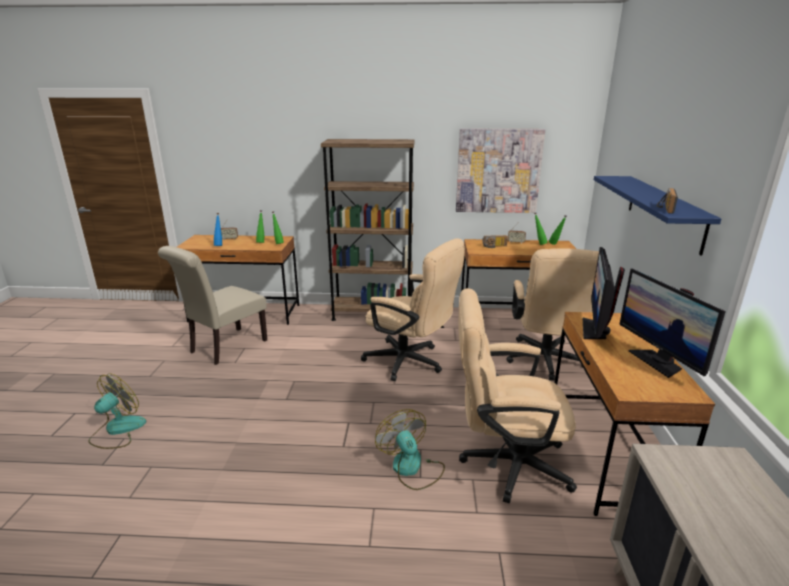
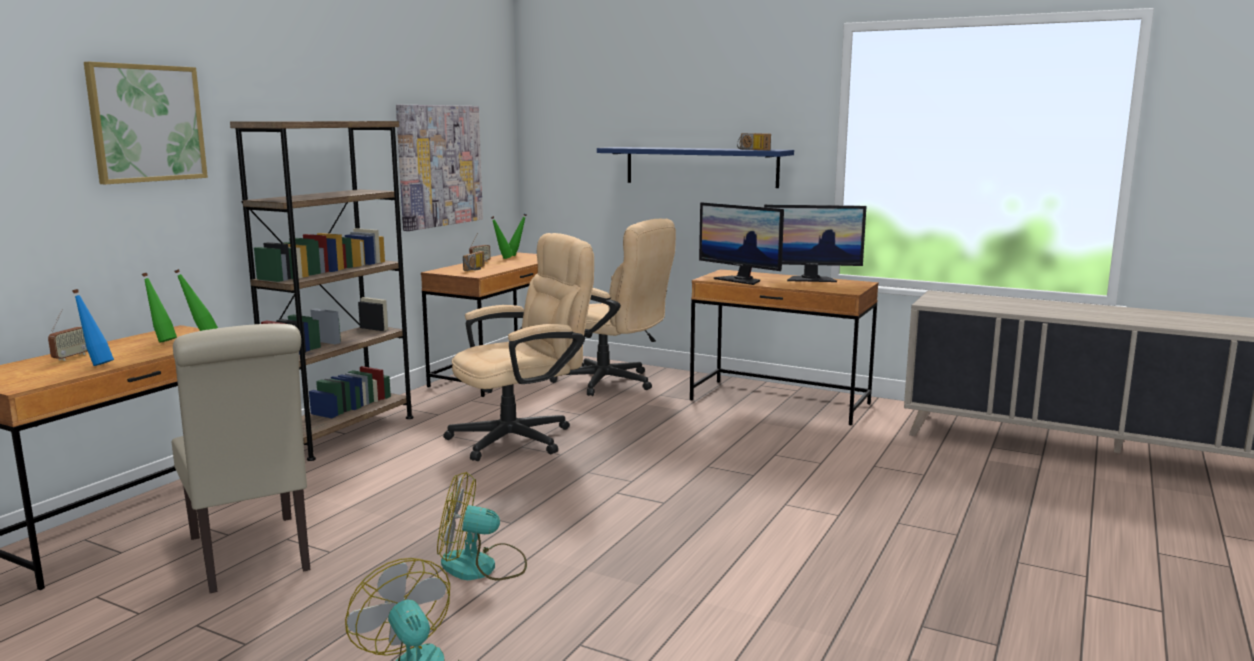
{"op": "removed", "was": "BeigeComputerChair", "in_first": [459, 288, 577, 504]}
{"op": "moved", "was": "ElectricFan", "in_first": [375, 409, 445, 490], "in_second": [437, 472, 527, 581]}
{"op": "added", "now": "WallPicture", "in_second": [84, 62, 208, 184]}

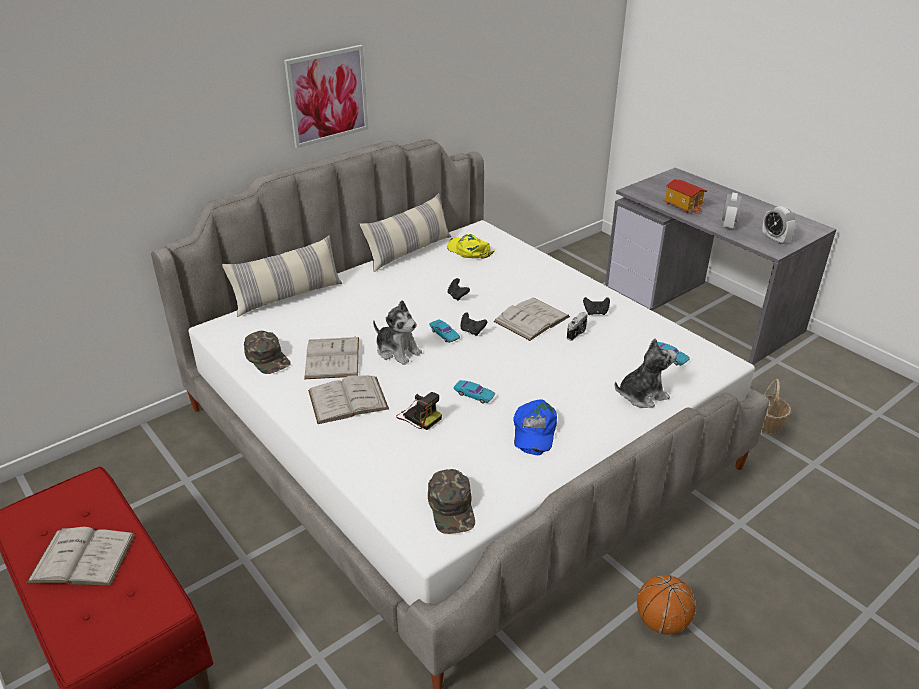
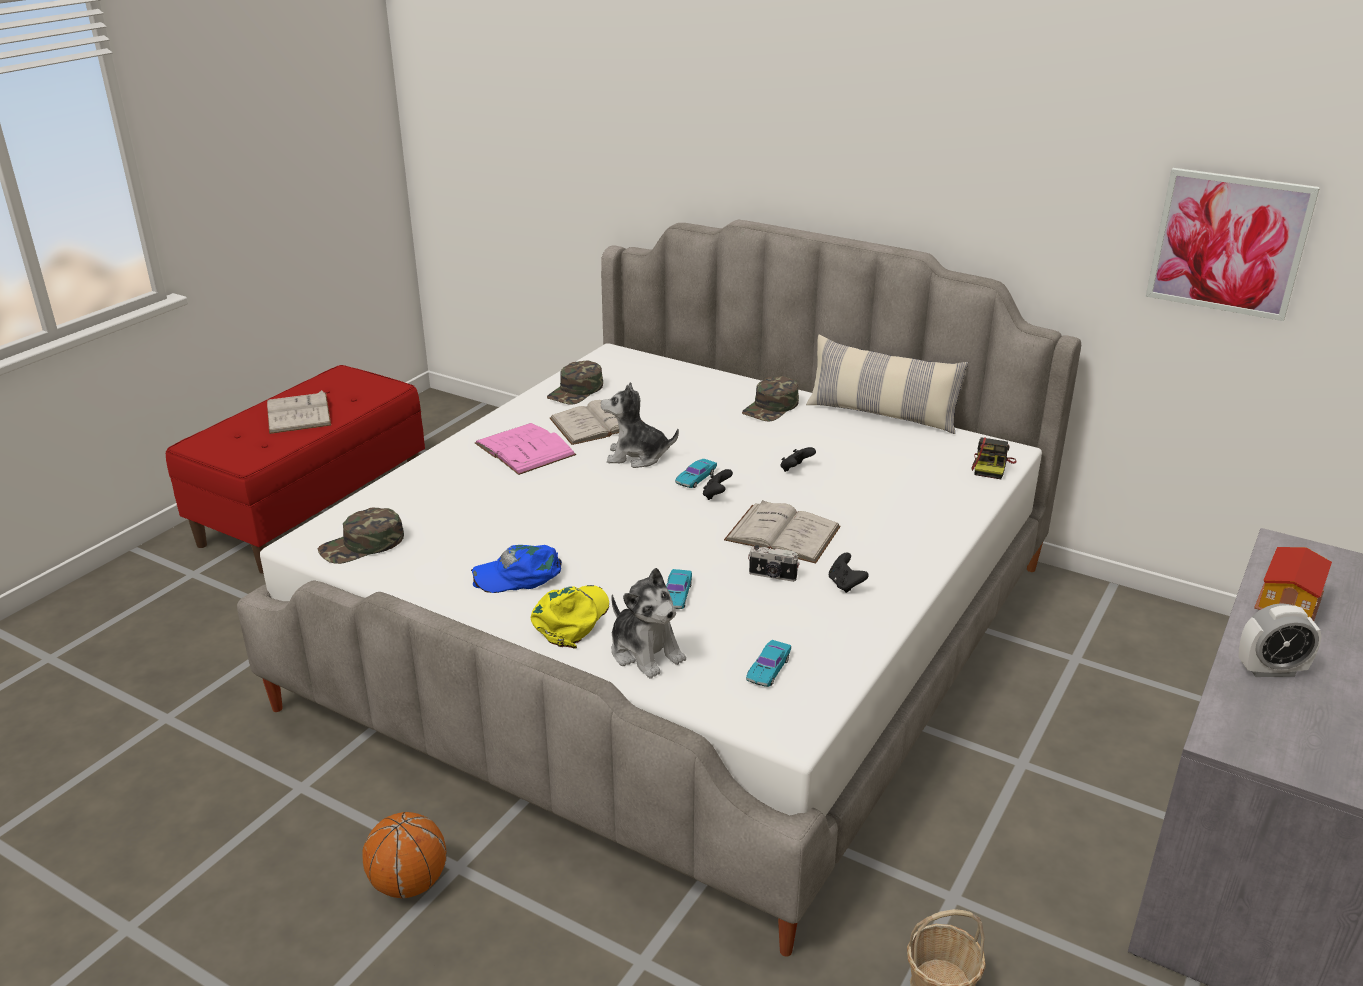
{"op": "moved", "was": "WallPicture", "in_first": [284, 45, 368, 148], "in_second": [1146, 168, 1320, 321]}
{"op": "removed", "was": "TableClock", "in_first": [762, 206, 795, 245]}
{"op": "moved", "was": "YellowColouredPeakedCap", "in_first": [447, 234, 494, 259], "in_second": [531, 585, 609, 649]}
{"op": "removed", "was": "Cushion", "in_first": [222, 235, 342, 317]}
{"op": "turned", "was": "PlushToy", "in_first": [373, 300, 422, 365], "in_second": [601, 382, 679, 468], "clockwise": 75}
{"op": "recoloured", "was": "WhiteVolume", "now": "PinkVolume", "in_first": [308, 375, 389, 424], "in_second": [475, 423, 576, 475]}
{"op": "moved", "was": "TurquoiseColouredMiniatureCar", "in_first": [454, 380, 495, 404], "in_second": [666, 569, 692, 609]}
{"op": "moved", "was": "StillCamera", "in_first": [396, 392, 442, 430], "in_second": [971, 437, 1017, 479]}
{"op": "added", "now": "GreenPeakedCap", "in_second": [742, 376, 799, 421]}

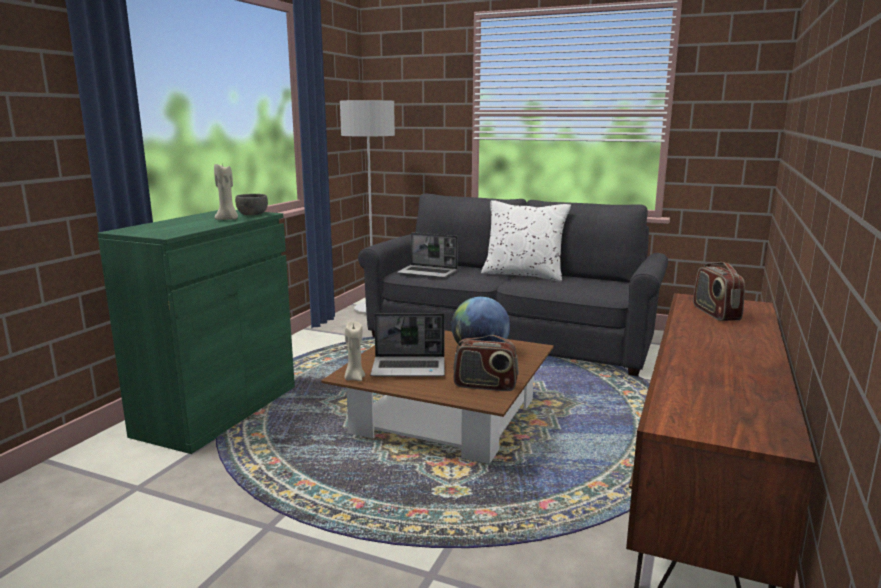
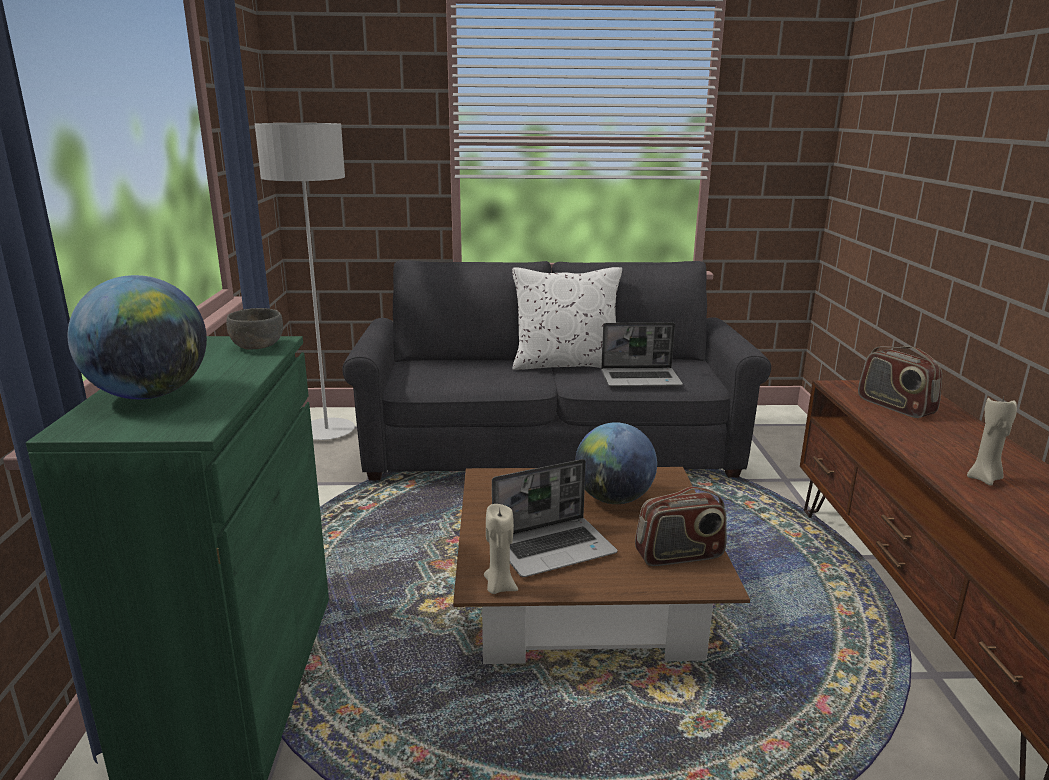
{"op": "moved", "was": "BeigeWaxCandle", "in_first": [214, 162, 238, 220], "in_second": [967, 397, 1017, 486]}
{"op": "moved", "was": "PortableComputer", "in_first": [397, 232, 458, 278], "in_second": [601, 322, 683, 387]}
{"op": "added", "now": "DeskGlobe", "in_second": [68, 275, 207, 399]}

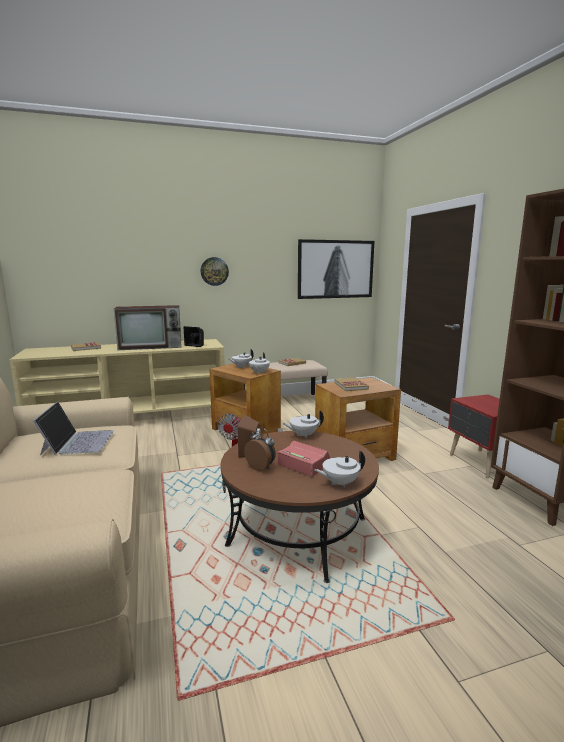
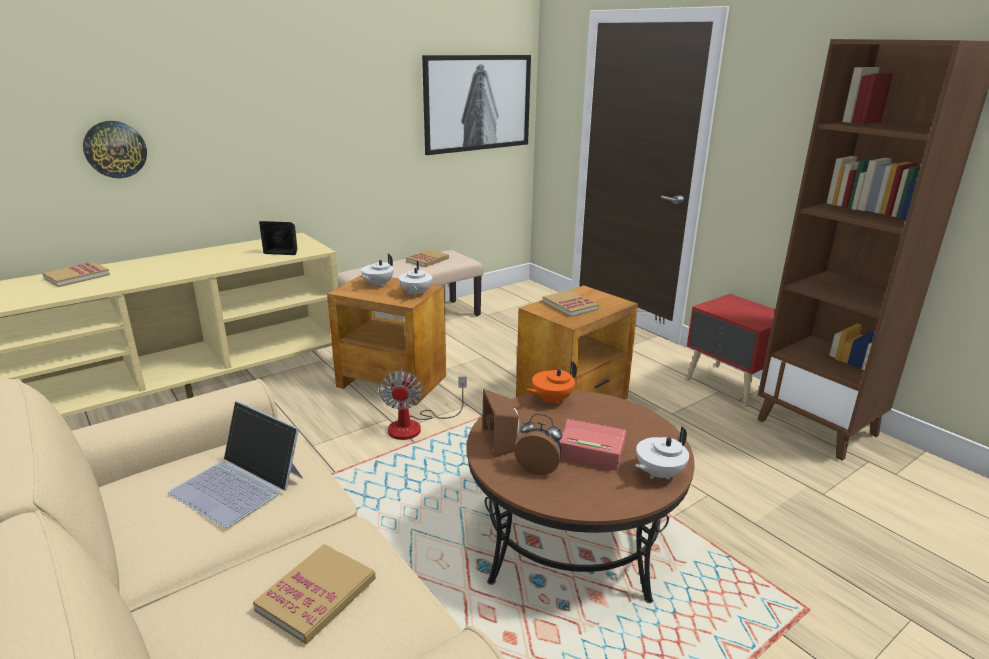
{"op": "moved", "was": "ClockOnTheWall", "in_first": [201, 257, 229, 286], "in_second": [83, 121, 147, 178]}
{"op": "removed", "was": "TvSet", "in_first": [114, 305, 182, 350]}
{"op": "turned", "was": "PortableComputer", "in_first": [33, 401, 114, 455], "in_second": [168, 401, 303, 528], "clockwise": 150}
{"op": "recoloured", "was": "WhiteTeapot", "now": "OrangeColouredTeapot", "in_first": [282, 410, 324, 438], "in_second": [527, 361, 577, 404]}
{"op": "added", "now": "Volume", "in_second": [253, 544, 376, 644]}

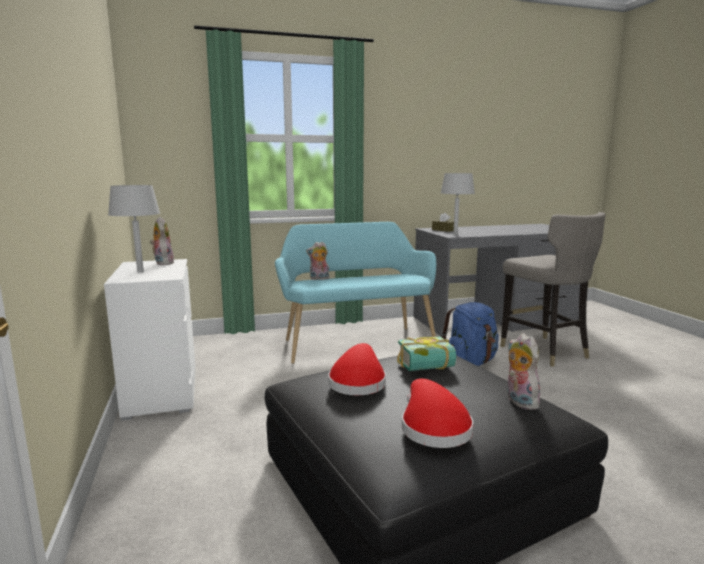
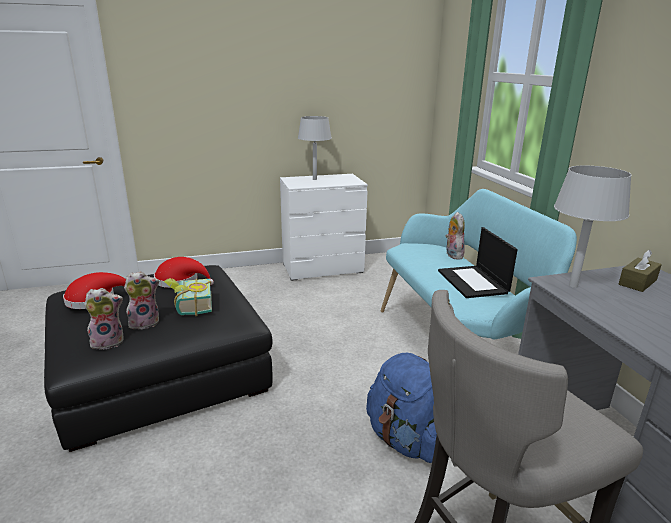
{"op": "moved", "was": "PlushToy", "in_first": [150, 217, 174, 265], "in_second": [124, 271, 159, 330]}
{"op": "added", "now": "PortableComputer", "in_second": [438, 227, 518, 298]}

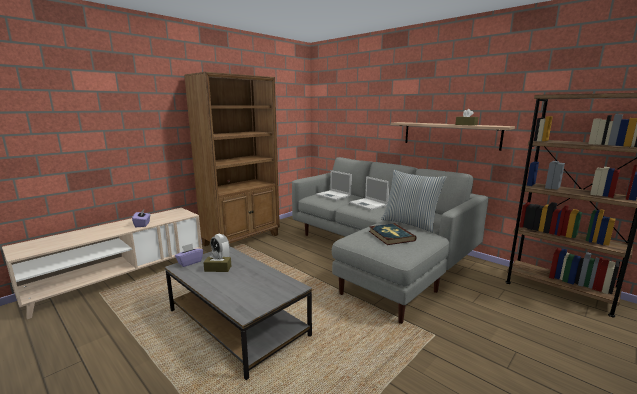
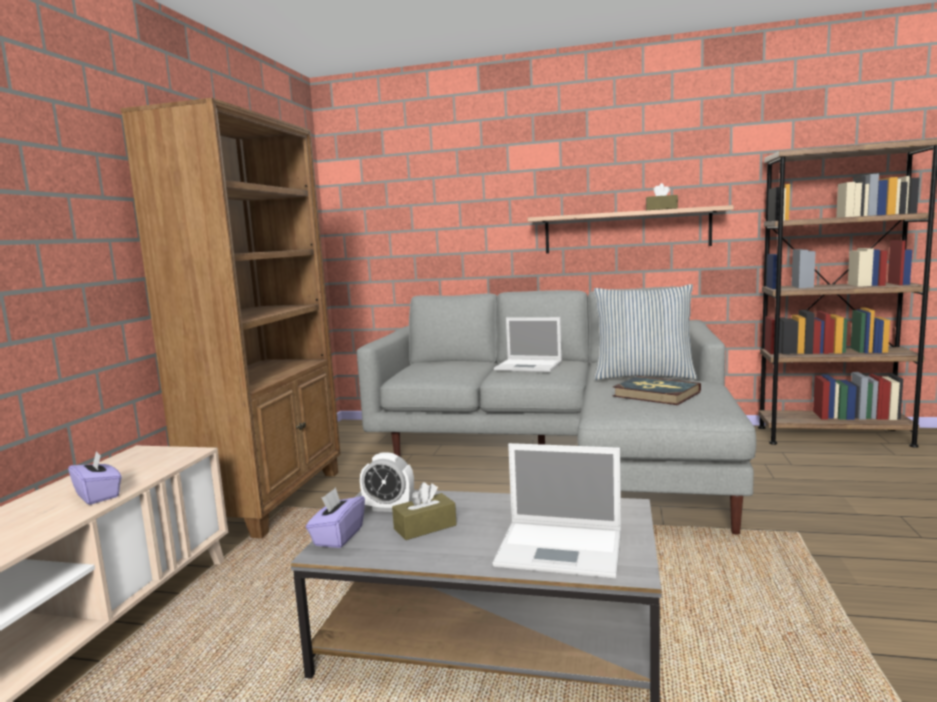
{"op": "moved", "was": "PortableComputer", "in_first": [316, 170, 352, 200], "in_second": [492, 443, 621, 579]}

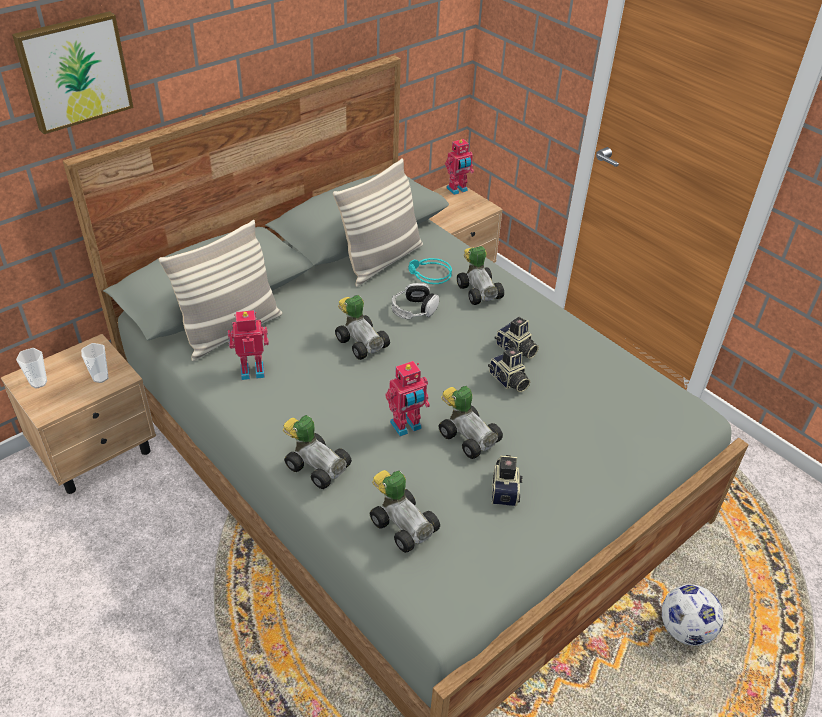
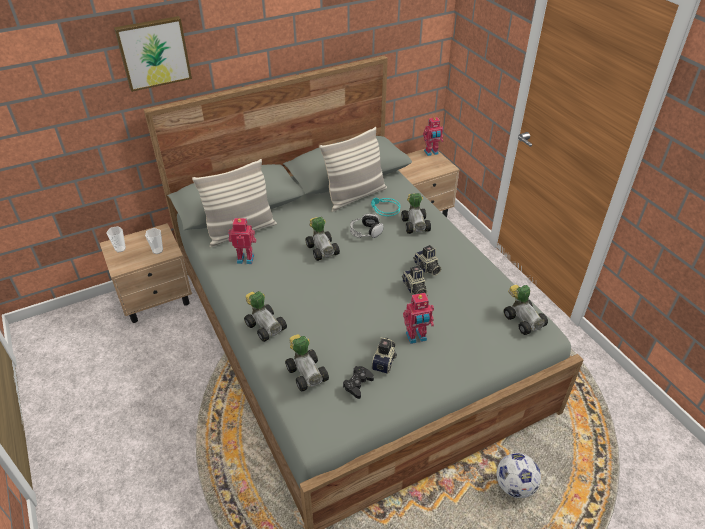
{"op": "moved", "was": "ModelRobot", "in_first": [386, 361, 430, 436], "in_second": [403, 293, 434, 344]}
{"op": "moved", "was": "MiniatureCar", "in_first": [439, 386, 503, 459], "in_second": [504, 285, 548, 335]}
{"op": "added", "now": "BlackJoypad", "in_second": [343, 366, 374, 399]}

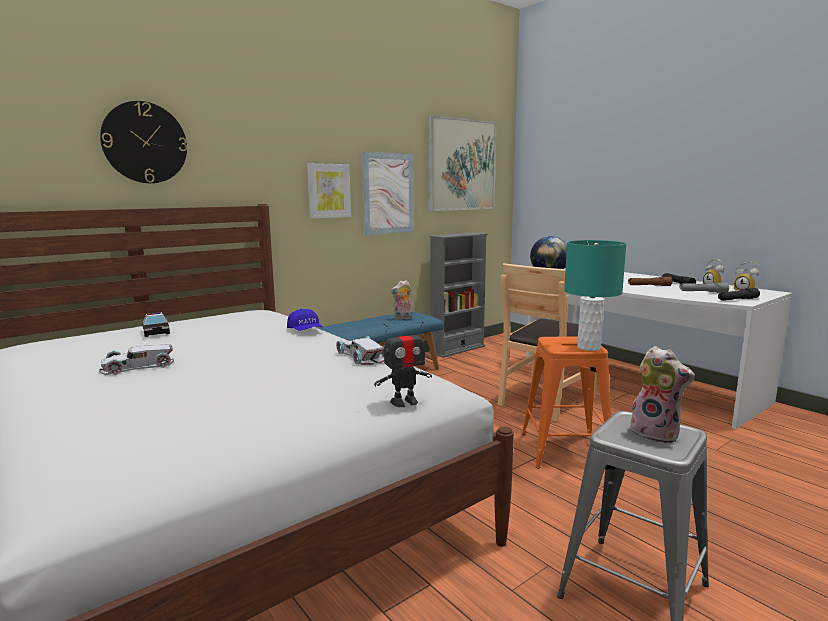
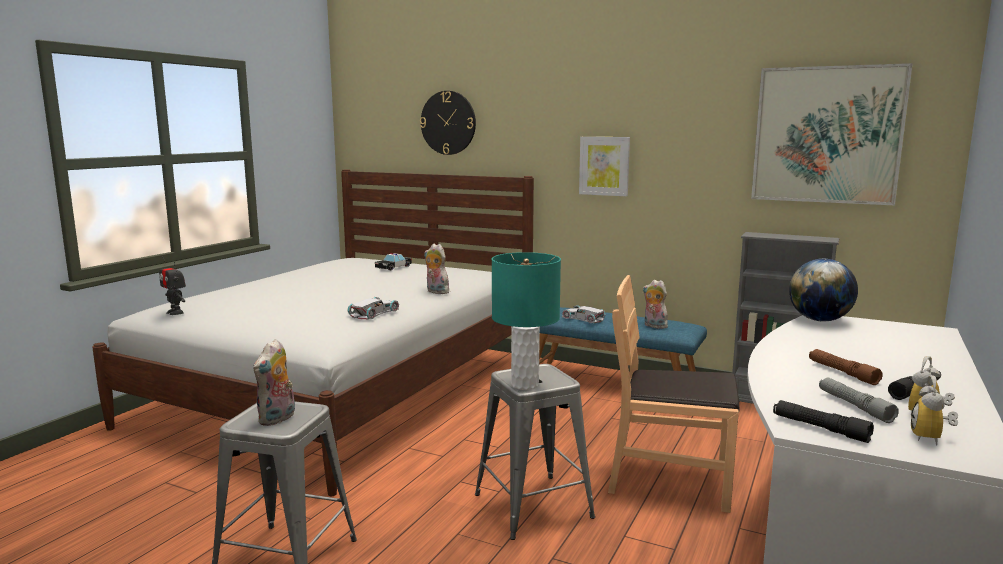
{"op": "removed", "was": "WallPicture", "in_first": [362, 152, 414, 235]}
{"op": "replaced", "was": "BlueColouredPeakedCap", "now": "PlushToy", "in_first": [287, 309, 323, 331], "in_second": [424, 244, 449, 294]}
{"op": "moved", "was": "ModelRobot", "in_first": [374, 321, 432, 407], "in_second": [159, 257, 186, 315]}
{"op": "recoloured", "was": "OrangeColouredStoolSeat", "now": "GreyishStoolSeat", "in_first": [522, 337, 611, 469], "in_second": [475, 364, 595, 540]}
{"op": "moved", "was": "WhiteMiniatureCar", "in_first": [99, 344, 174, 375], "in_second": [562, 305, 606, 323]}

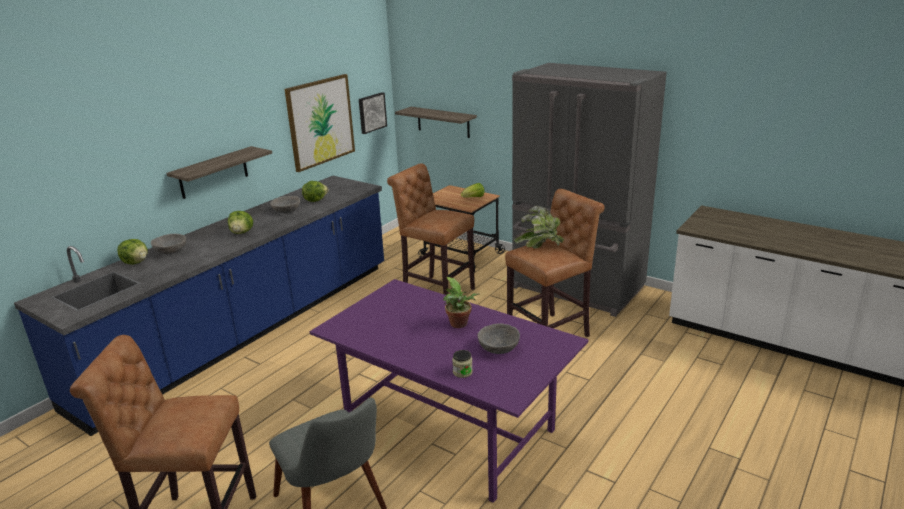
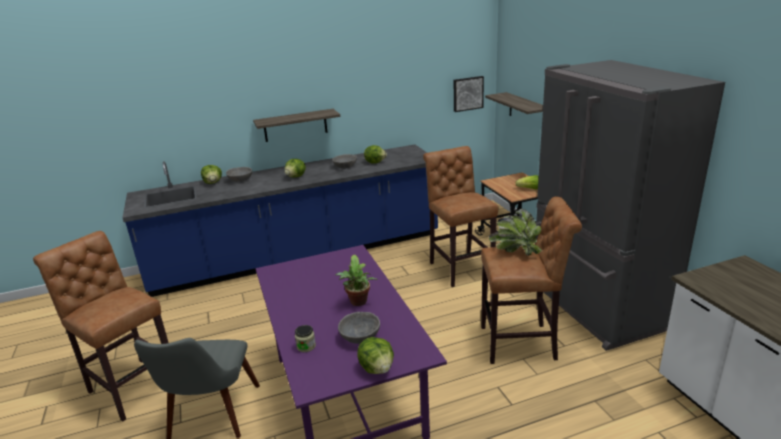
{"op": "removed", "was": "WallPicture", "in_first": [284, 74, 355, 172]}
{"op": "added", "now": "HeadOfLettuce", "in_second": [357, 337, 394, 374]}

